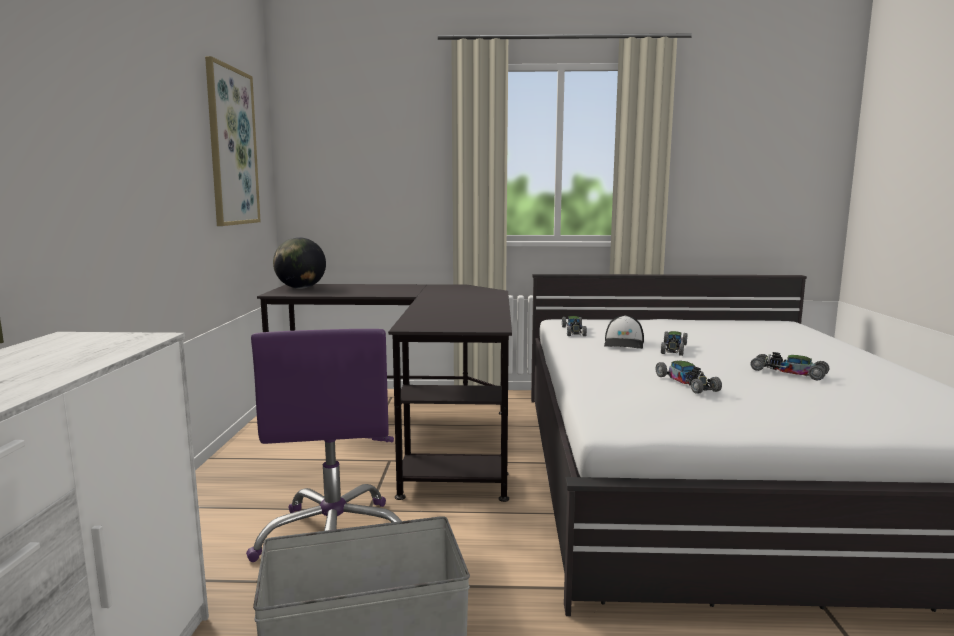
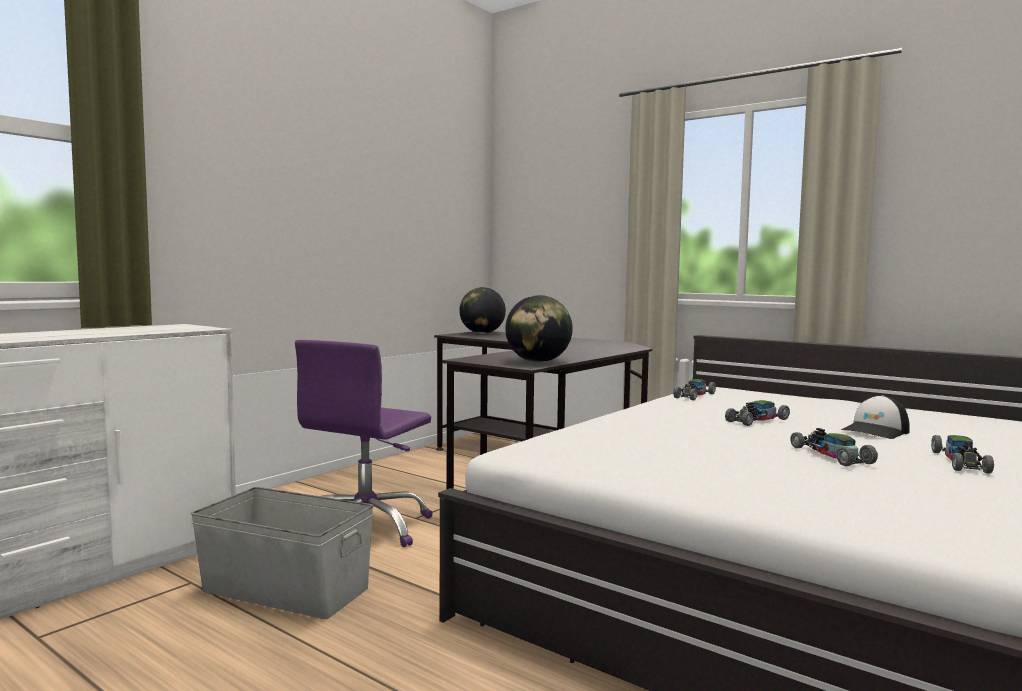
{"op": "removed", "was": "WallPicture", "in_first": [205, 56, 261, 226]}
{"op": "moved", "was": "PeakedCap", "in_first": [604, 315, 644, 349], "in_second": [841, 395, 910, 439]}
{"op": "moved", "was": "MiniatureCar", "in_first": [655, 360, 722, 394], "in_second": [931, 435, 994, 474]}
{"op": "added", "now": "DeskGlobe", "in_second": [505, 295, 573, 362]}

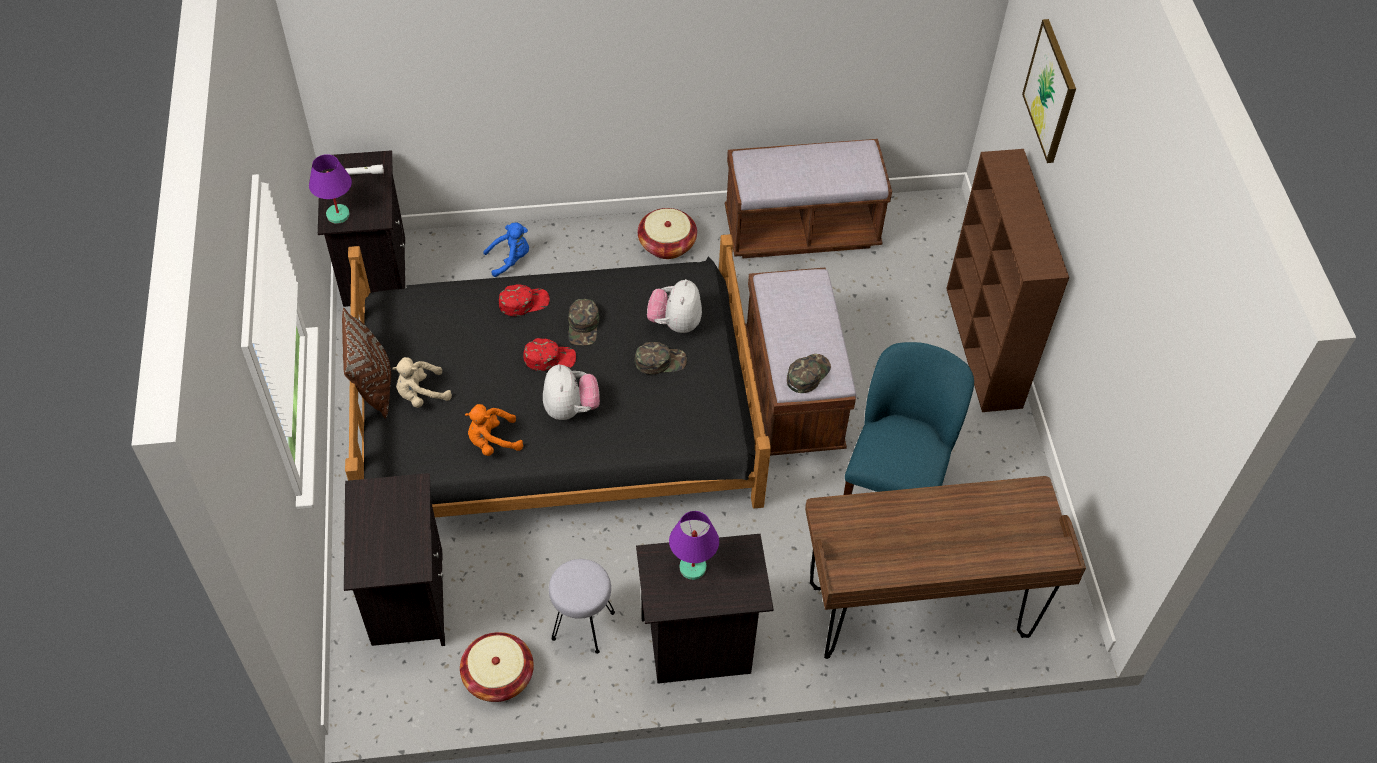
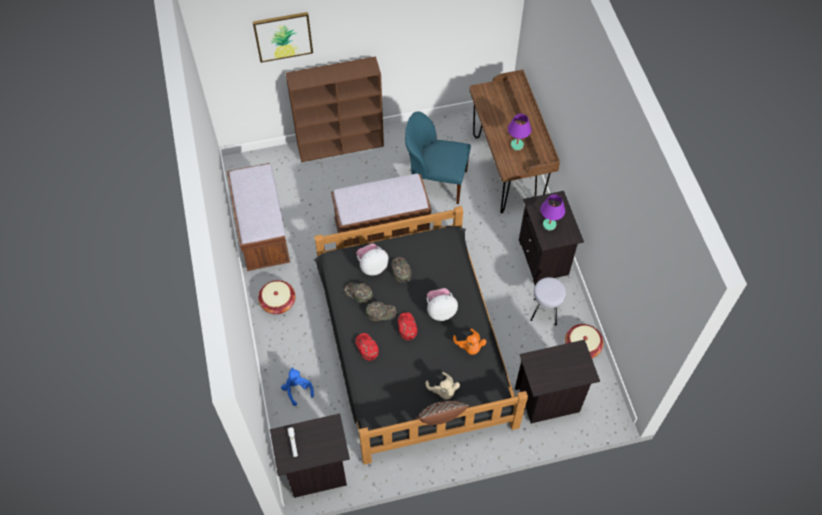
{"op": "moved", "was": "PurpleTabletopLamp", "in_first": [309, 154, 352, 224], "in_second": [508, 114, 531, 150]}
{"op": "turned", "was": "PlushToy", "in_first": [647, 279, 702, 333], "in_second": [356, 244, 389, 275], "clockwise": 150}
{"op": "moved", "was": "GreenPeakedCap", "in_first": [787, 354, 831, 393], "in_second": [345, 282, 373, 303]}

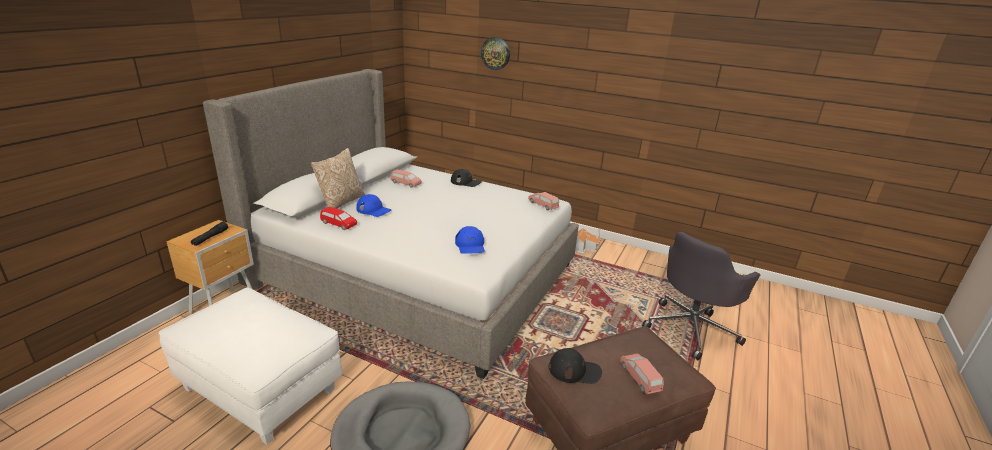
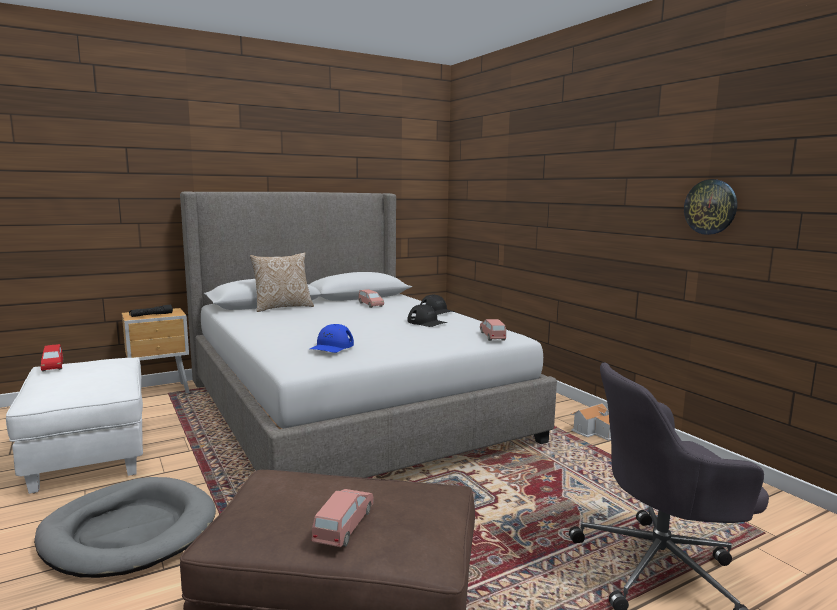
{"op": "moved", "was": "ClockOnTheWall", "in_first": [481, 37, 510, 70], "in_second": [684, 179, 737, 235]}
{"op": "removed", "was": "BlueColouredPeakedCap", "in_first": [356, 194, 391, 217]}
{"op": "moved", "was": "RedMiniatureCar", "in_first": [320, 207, 357, 230], "in_second": [41, 344, 64, 372]}
{"op": "moved", "was": "BlackPeakedCap", "in_first": [548, 348, 602, 384], "in_second": [408, 304, 447, 327]}

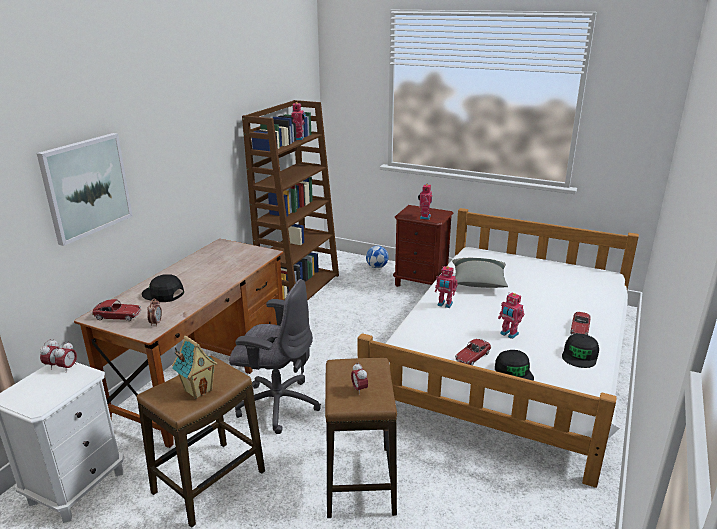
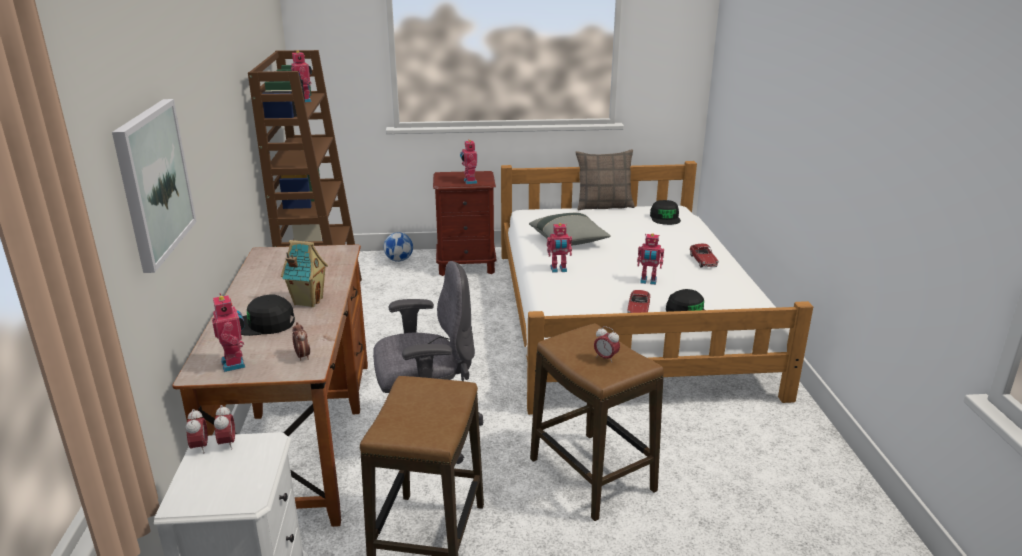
{"op": "replaced", "was": "MiniatureCar", "now": "ModelRobot", "in_first": [92, 299, 141, 321], "in_second": [212, 293, 245, 372]}
{"op": "moved", "was": "BlackPeakedCap", "in_first": [562, 333, 599, 368], "in_second": [650, 200, 681, 225]}
{"op": "moved", "was": "MiniatureHouse", "in_first": [172, 335, 218, 399], "in_second": [281, 240, 328, 307]}
{"op": "added", "now": "Cushion", "in_second": [575, 149, 635, 211]}

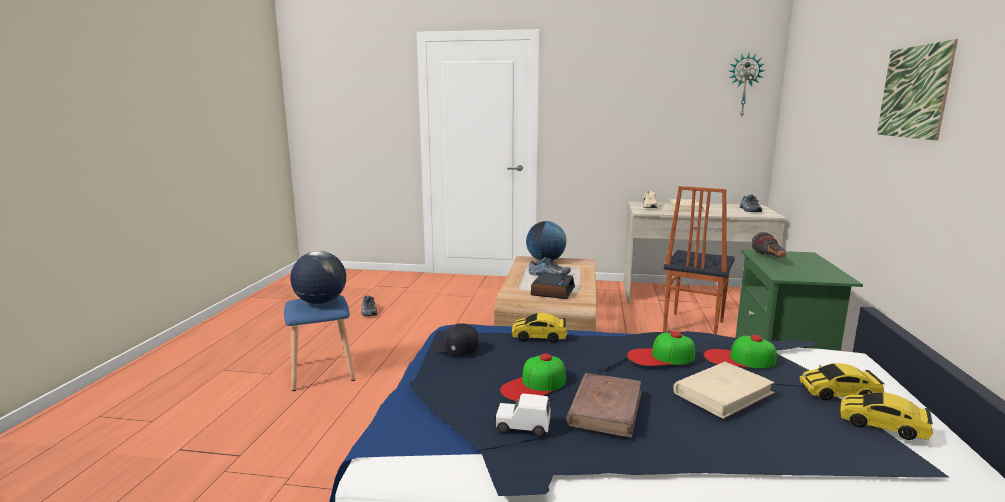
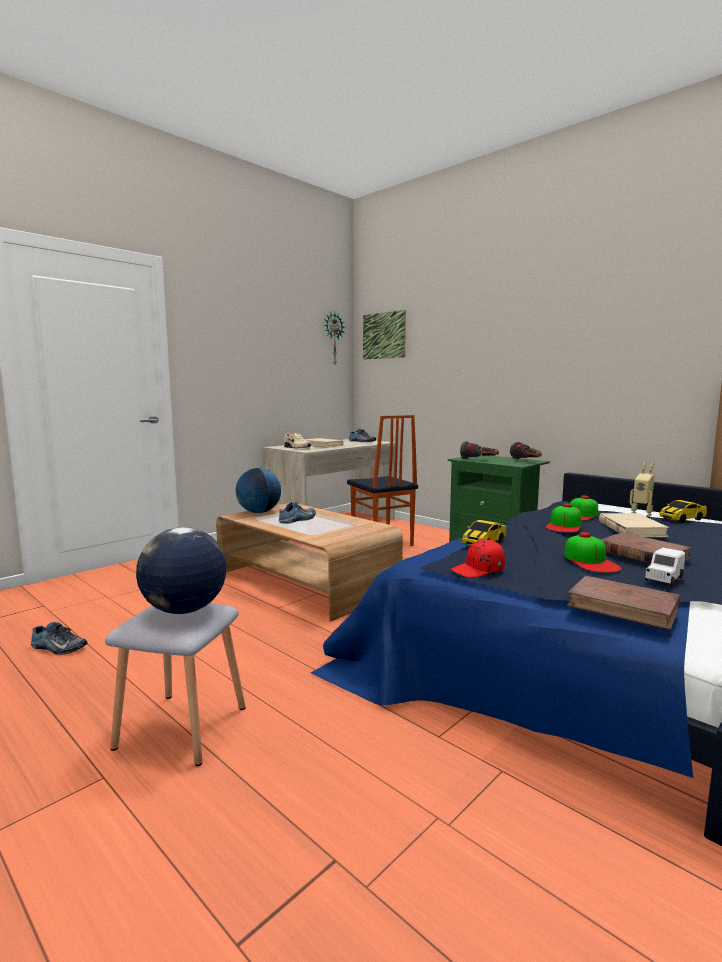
{"op": "moved", "was": "WallPicture", "in_first": [877, 39, 958, 141], "in_second": [363, 310, 406, 359]}
{"op": "removed", "was": "TableClock", "in_first": [531, 273, 575, 299]}
{"op": "recoloured", "was": "BlueColouredStoolSeat", "now": "GreyishStoolSeat", "in_first": [284, 295, 355, 391], "in_second": [105, 603, 246, 766]}
{"op": "recoloured", "was": "BlackPeakedCap", "now": "RedPeakedCap", "in_first": [432, 323, 479, 355], "in_second": [451, 539, 505, 578]}
{"op": "replaced", "was": "MiniatureCar", "now": "ModelRobot", "in_first": [800, 363, 884, 400], "in_second": [630, 462, 655, 517]}
{"op": "added", "now": "Torch", "in_second": [510, 442, 542, 459]}
{"op": "added", "now": "BrownishVolume", "in_second": [567, 576, 680, 630]}

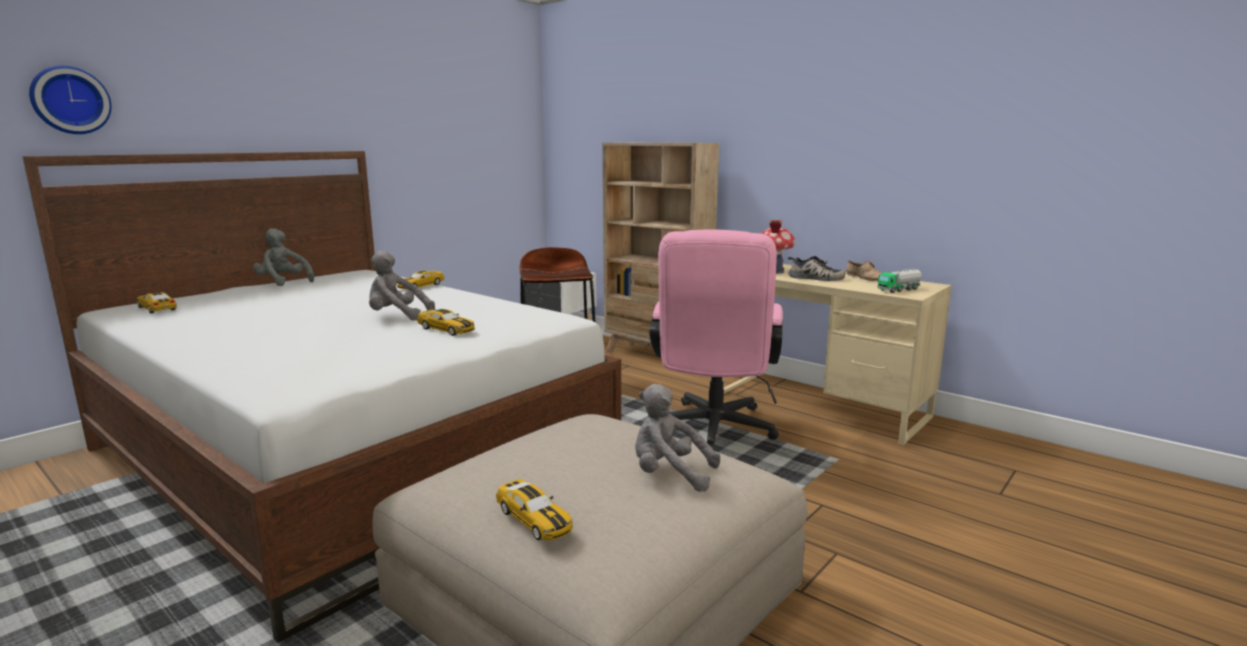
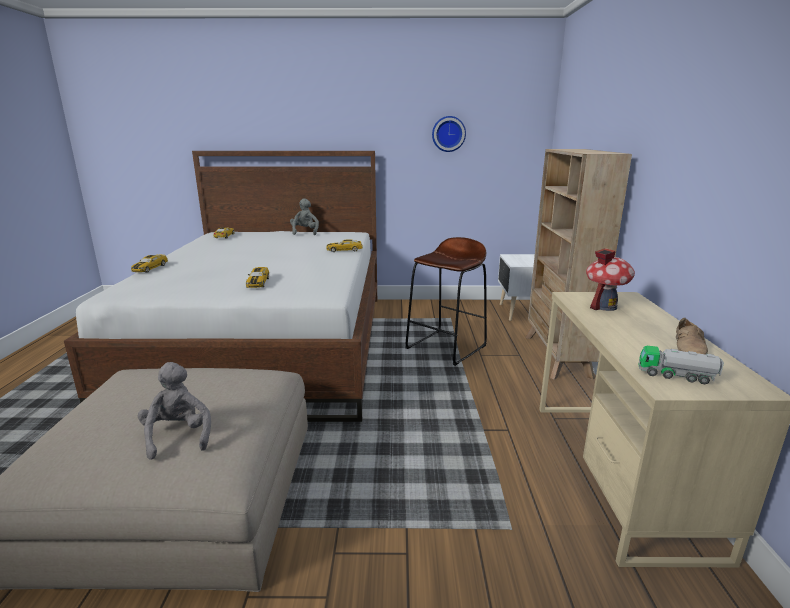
{"op": "moved", "was": "ClockOnTheWall", "in_first": [29, 66, 112, 134], "in_second": [432, 116, 466, 152]}
{"op": "removed", "was": "PinkComputerChair", "in_first": [649, 229, 783, 450]}
{"op": "removed", "was": "GreyishPlushToy", "in_first": [369, 250, 435, 320]}
{"op": "removed", "was": "ItemOfFootwear", "in_first": [788, 256, 846, 281]}
{"op": "moved", "was": "MiniatureCar", "in_first": [496, 479, 573, 540], "in_second": [131, 254, 168, 273]}

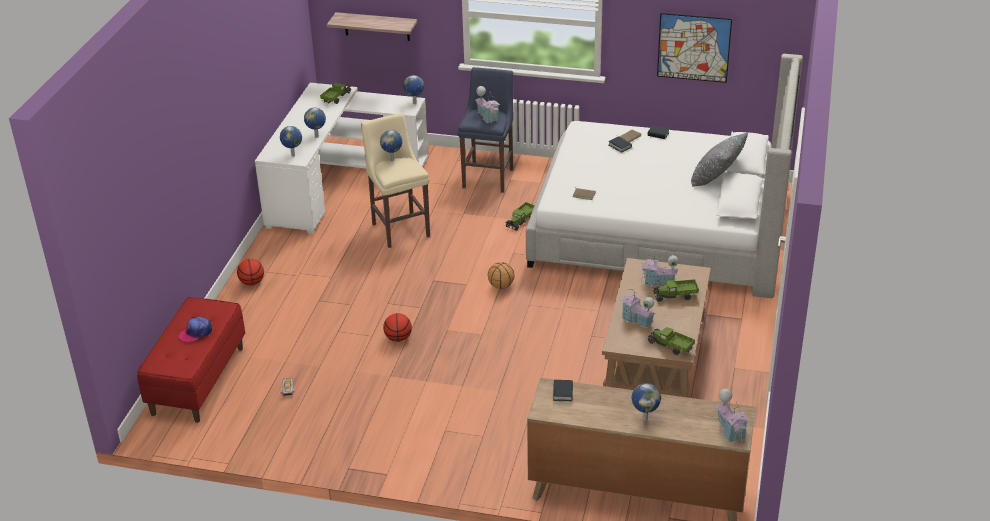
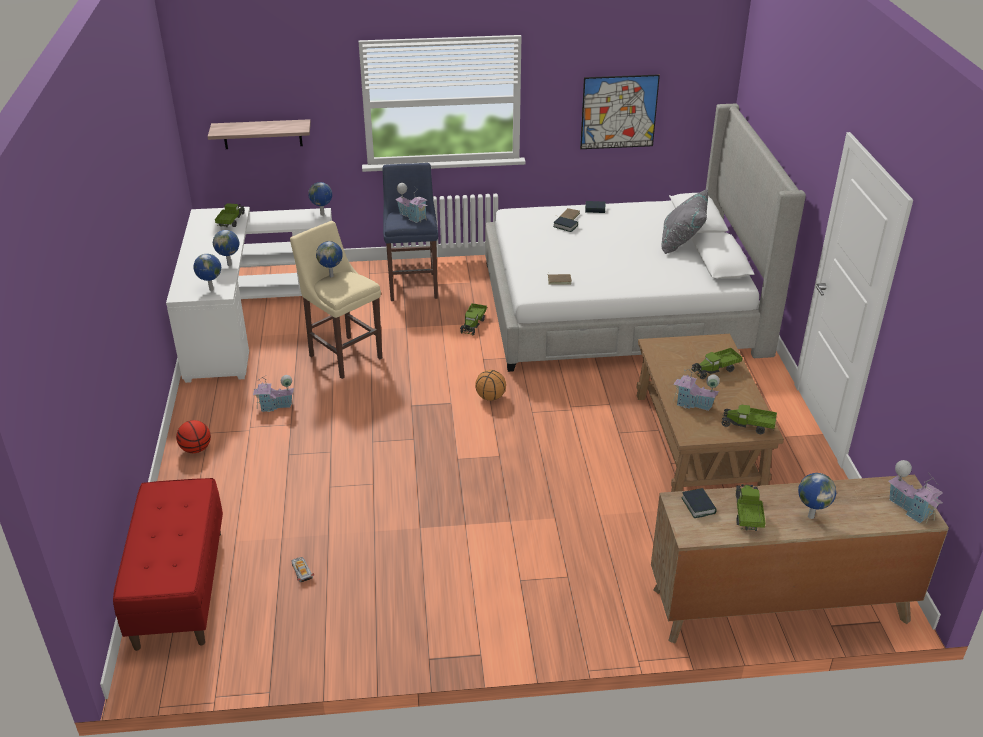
{"op": "moved", "was": "MiniatureHouse", "in_first": [640, 253, 678, 287], "in_second": [253, 375, 294, 412]}
{"op": "removed", "was": "BasketballBall", "in_first": [383, 313, 412, 342]}
{"op": "removed", "was": "PeakedCap", "in_first": [178, 317, 212, 342]}
{"op": "added", "now": "ToyLorry", "in_second": [736, 484, 765, 531]}

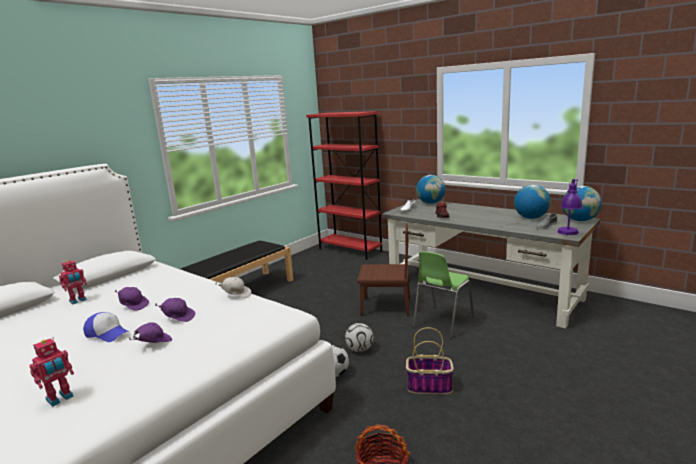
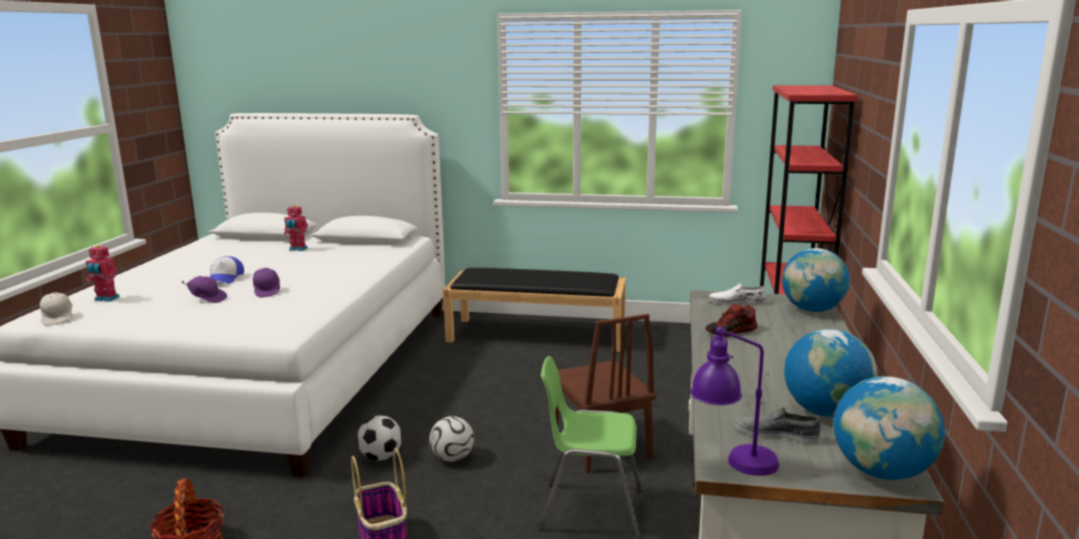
{"op": "moved", "was": "WhitePeakedCap", "in_first": [215, 277, 251, 298], "in_second": [40, 292, 72, 325]}
{"op": "removed", "was": "PurplePeakedCap", "in_first": [115, 287, 149, 311]}

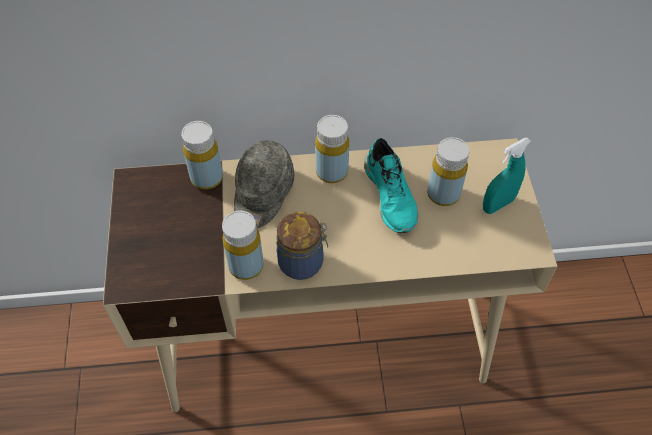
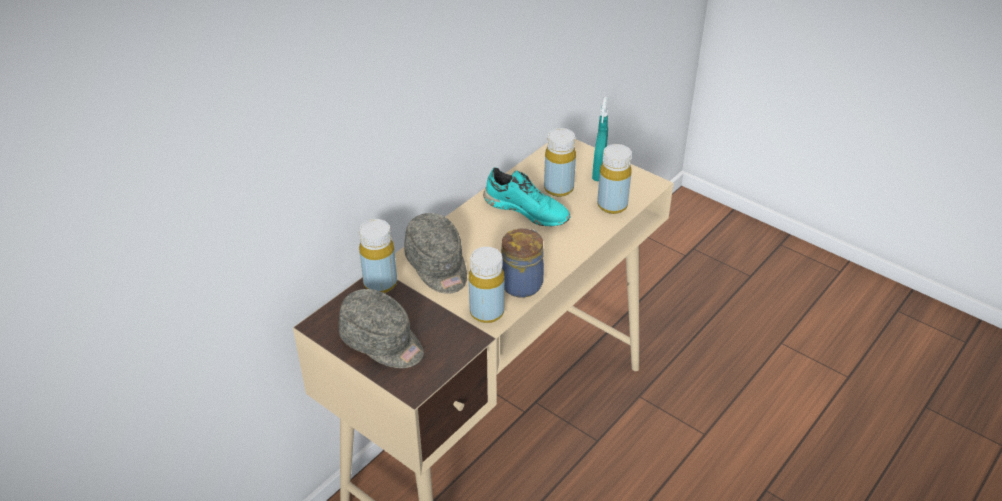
{"op": "moved", "was": "YellowColouredDrinkBottle", "in_first": [315, 115, 349, 183], "in_second": [597, 144, 632, 214]}
{"op": "added", "now": "GreyishPeakedCap", "in_second": [338, 289, 424, 368]}

